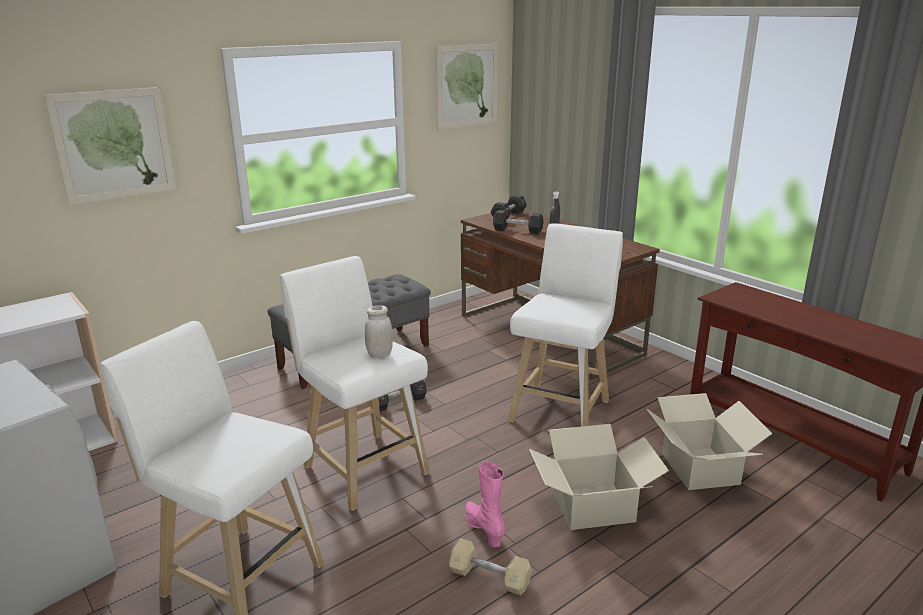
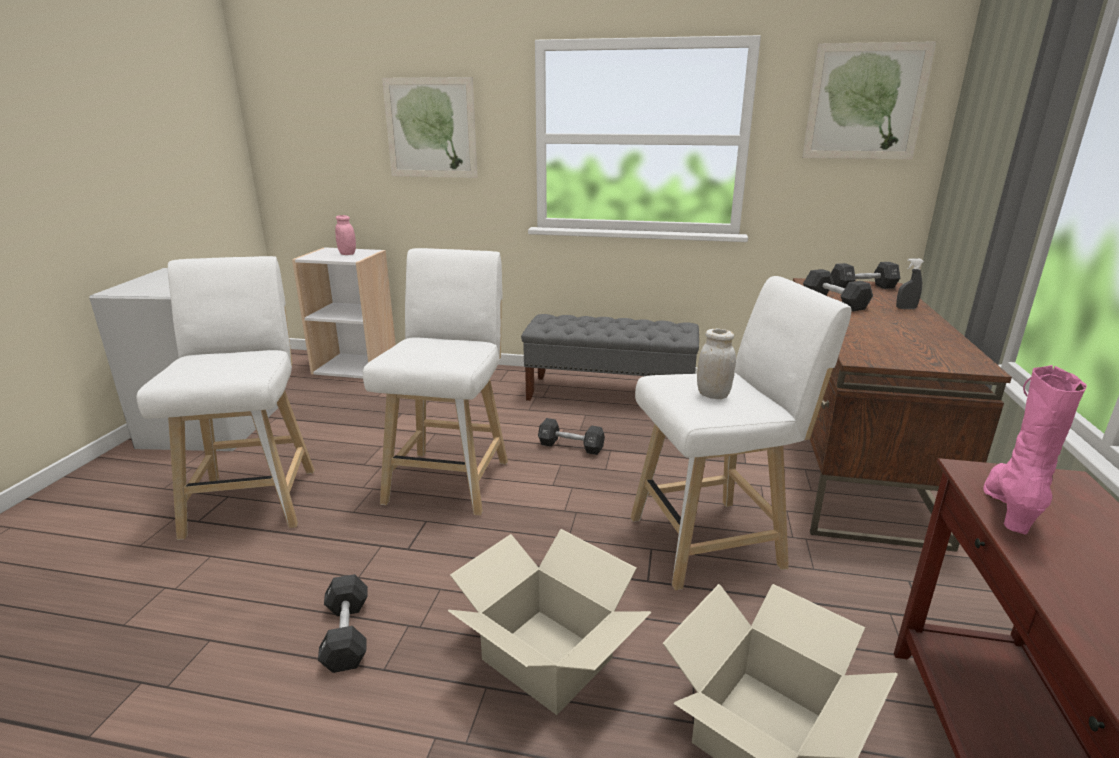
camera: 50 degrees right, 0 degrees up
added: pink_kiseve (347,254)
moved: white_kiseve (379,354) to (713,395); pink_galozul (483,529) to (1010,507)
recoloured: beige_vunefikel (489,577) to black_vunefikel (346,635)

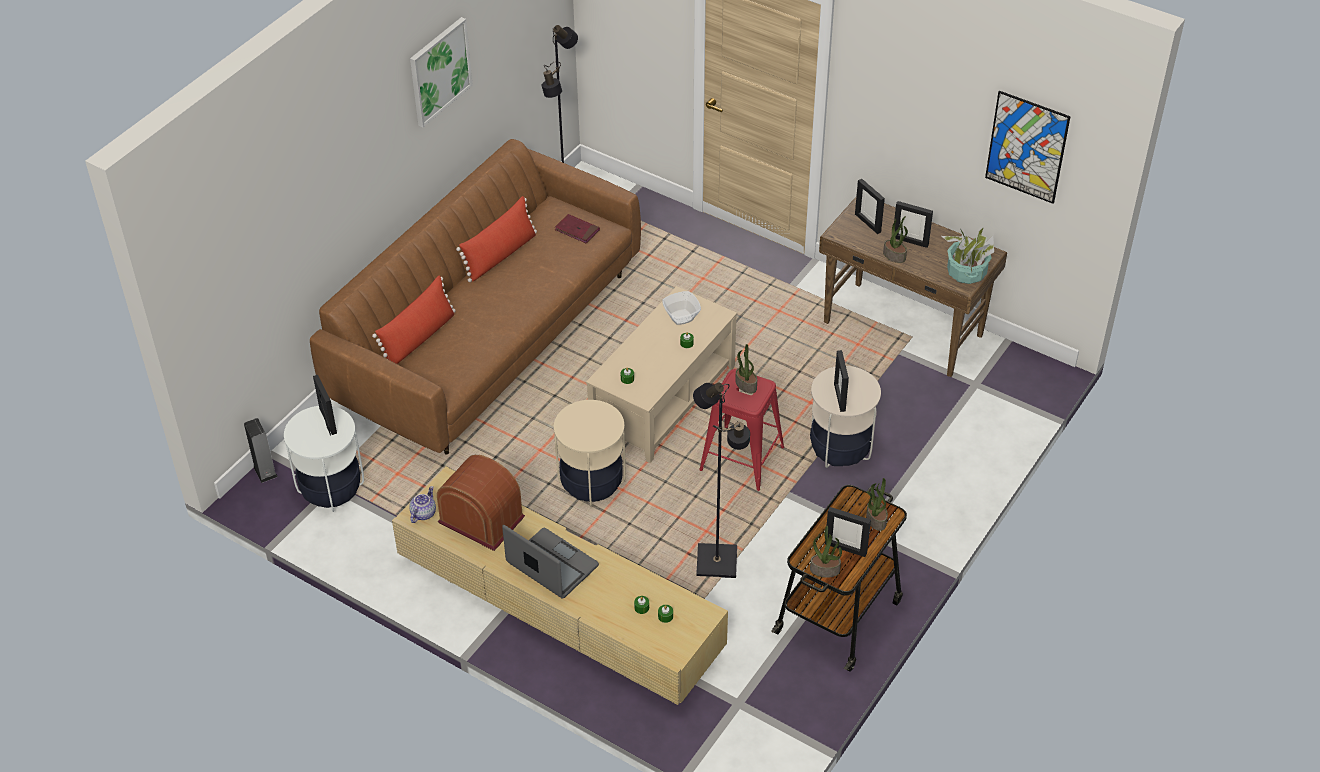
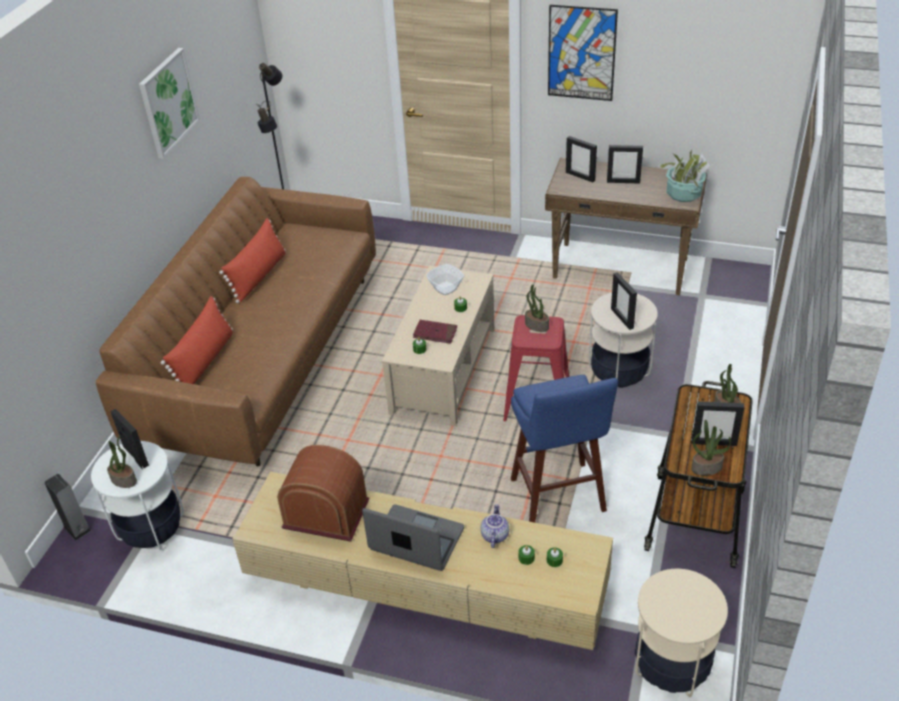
camera: 15 degrees left, 5 degrees down
moved: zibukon (1027,147) to (581,53); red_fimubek (577,230) to (435,333); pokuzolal (895,255) to (124,480); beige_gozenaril (591,484) to (672,666); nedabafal (423,513) to (494,535)
replaced: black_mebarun (717,562) to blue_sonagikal (558,498)

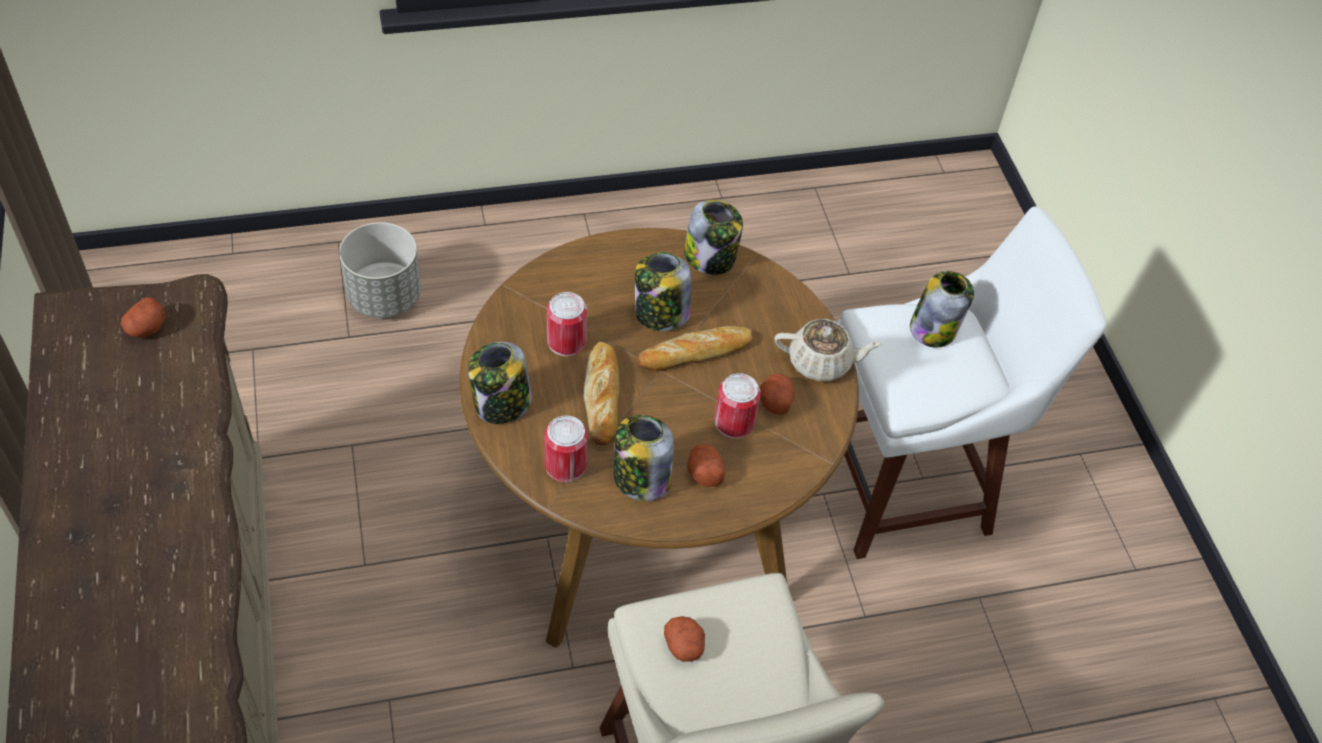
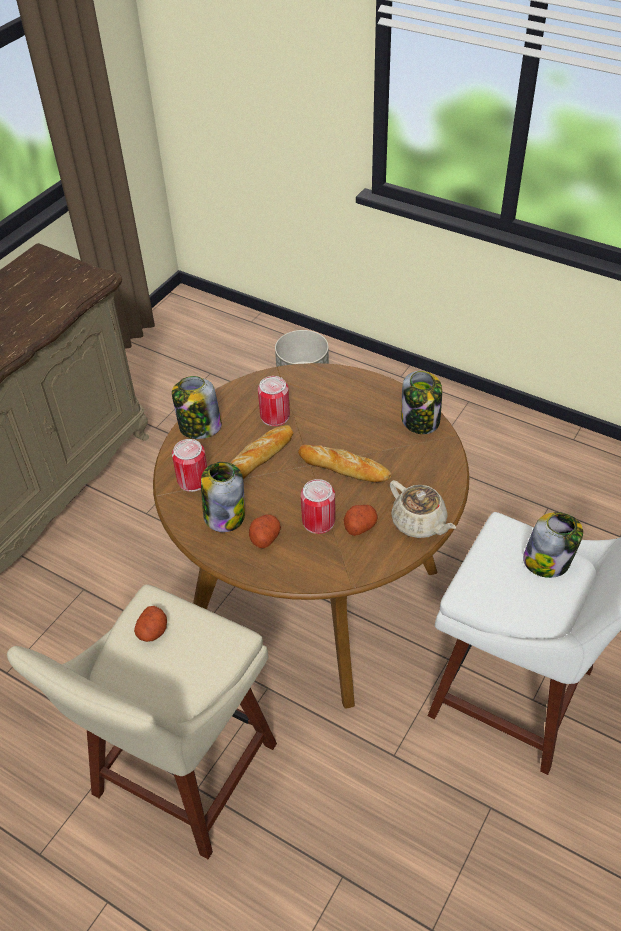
camera: 50 degrees right, 5 degrees down
removed: kiseve (660,314); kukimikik (146,328)

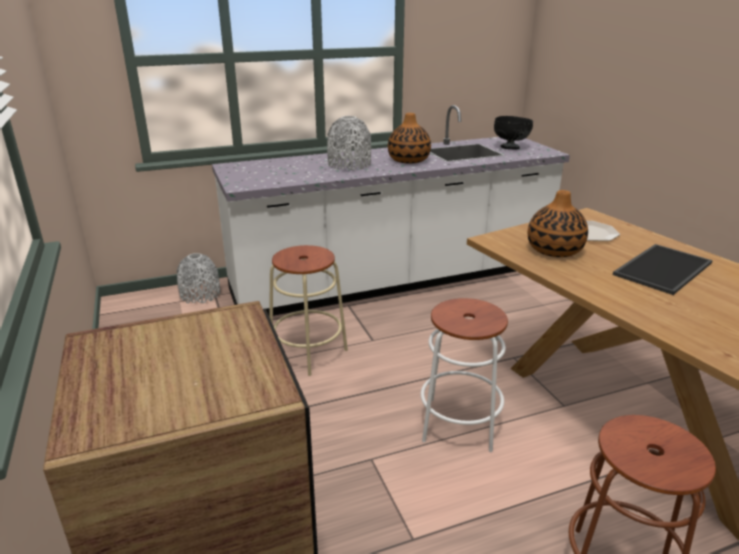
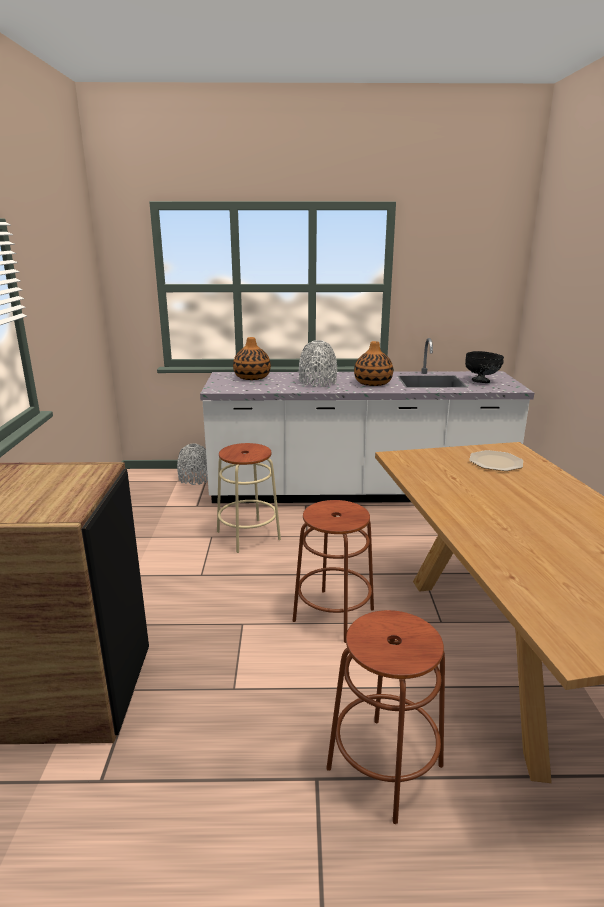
camera: 20 degrees right, 5 degrees down
removed: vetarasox (661,268)
moved: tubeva (554,250) to (252,377)
recoloured: white_sonagikal (459,424) to brown_sonagikal (333,615)

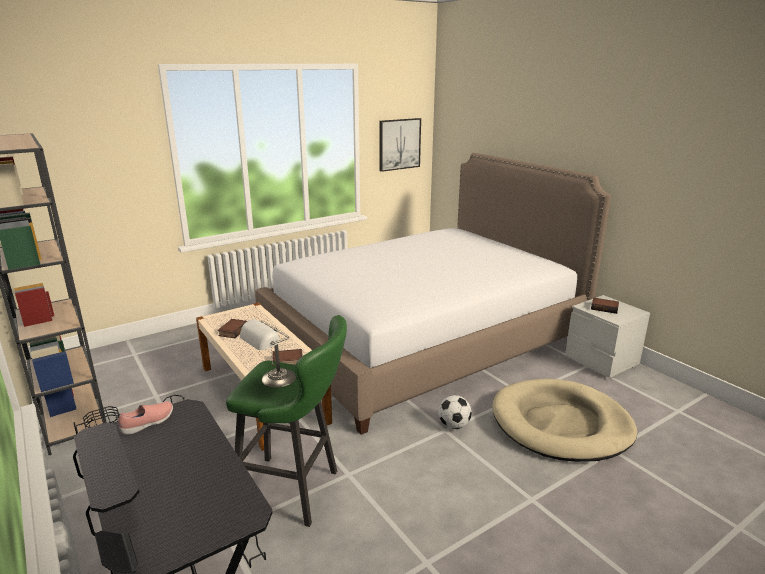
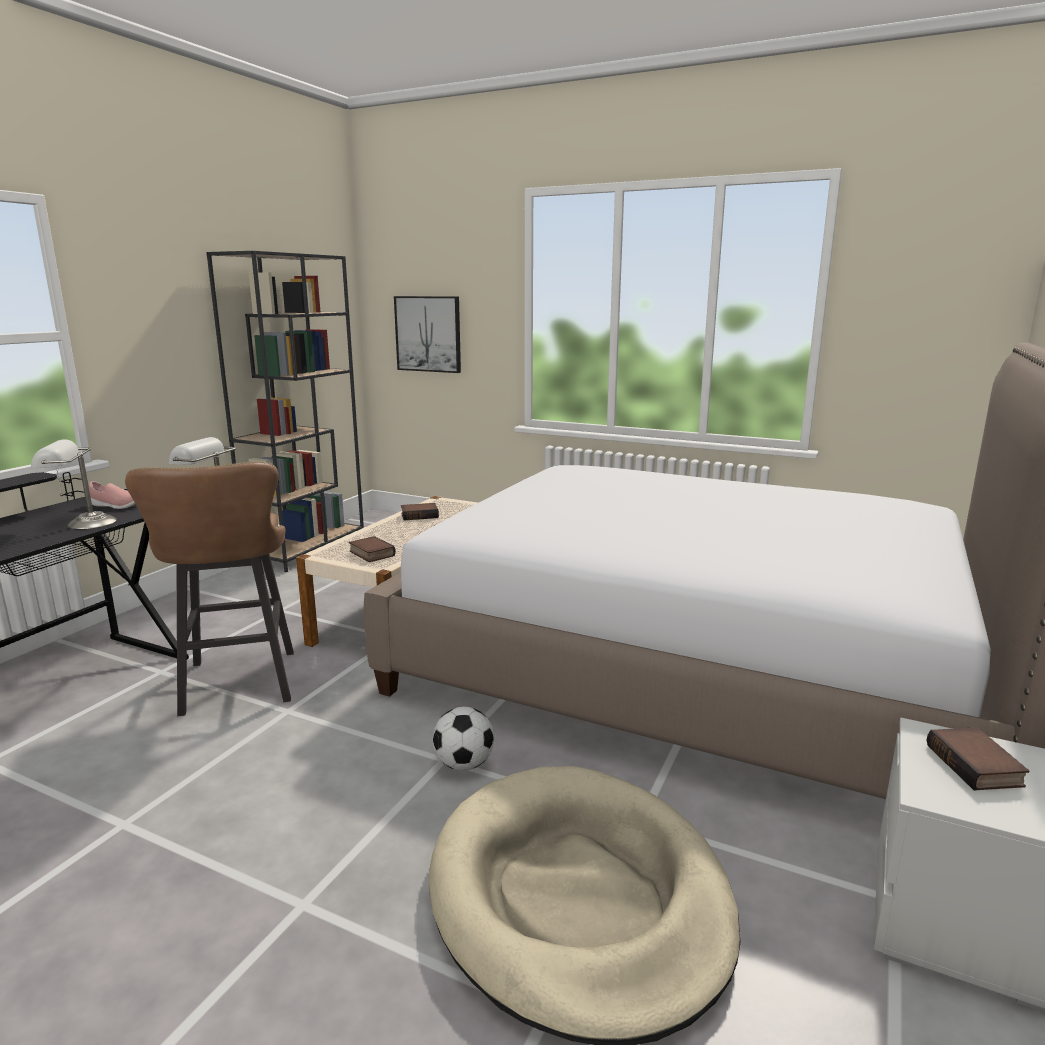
camera: 60 degrees right, 5 degrees down
added: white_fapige (81,523)
moved: zibukon (399,144) to (428,334)
recoloured: green_sonagikal (298,492) to brown_sonagikal (238,690)

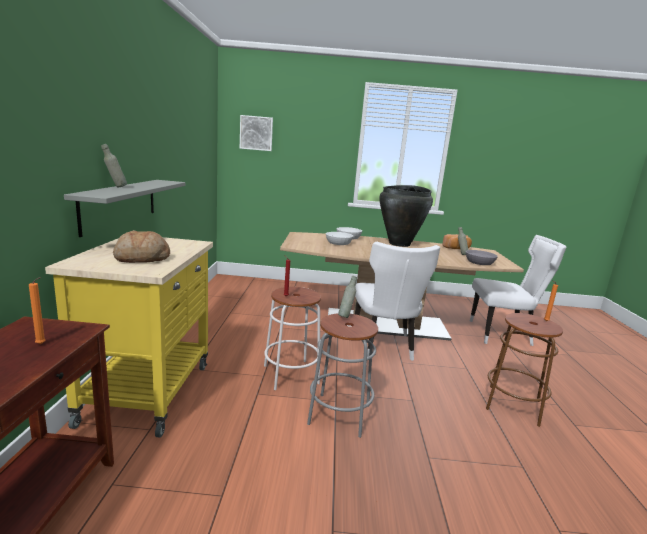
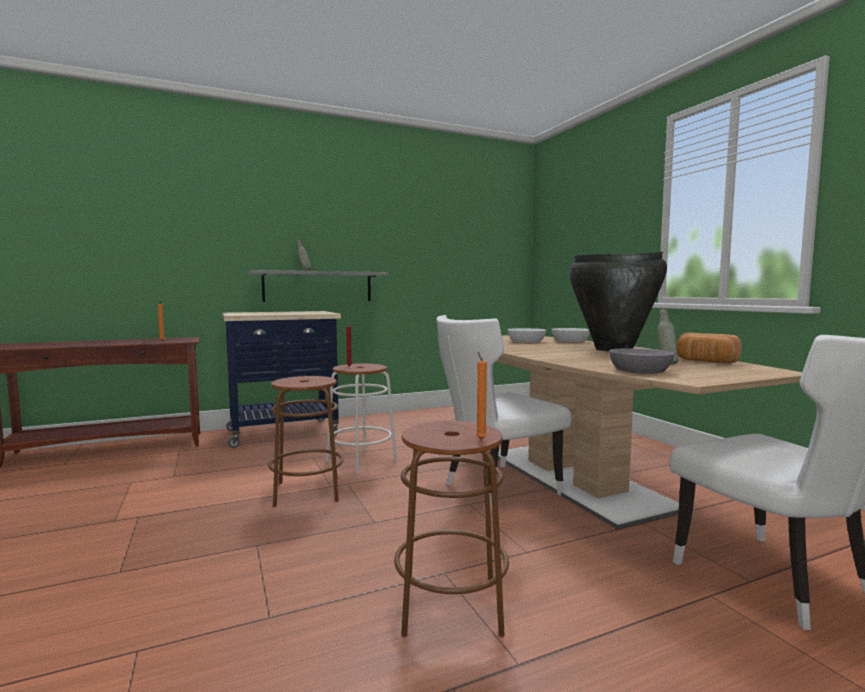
camera: 65 degrees right, 10 degrees down
removed: zibukon (256,133); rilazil (142,258); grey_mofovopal (346,316)
recoloured: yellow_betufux (147,393) to blue_betufux (283,432); grey_sonagikal (339,414) to brown_sonagikal (307,491)

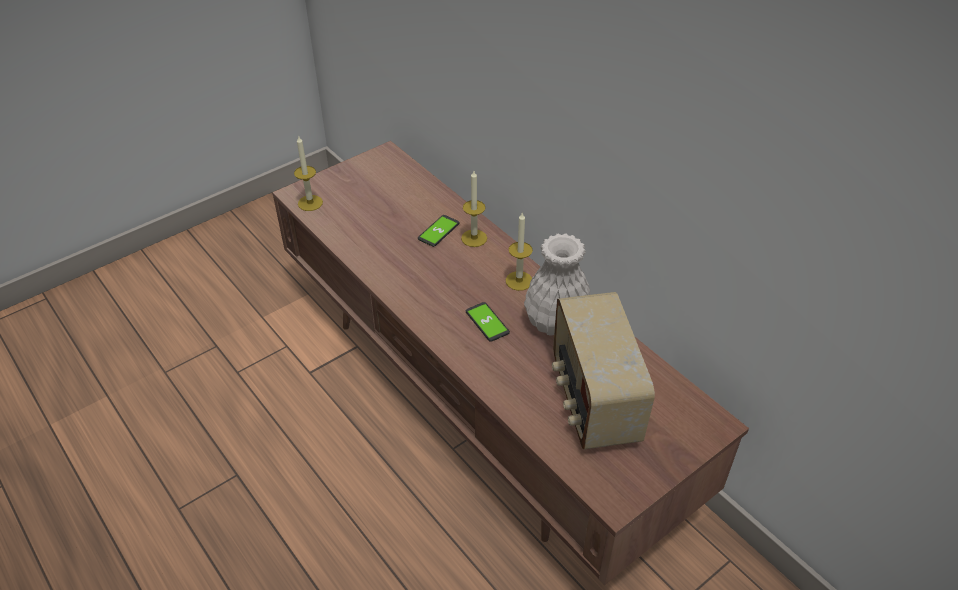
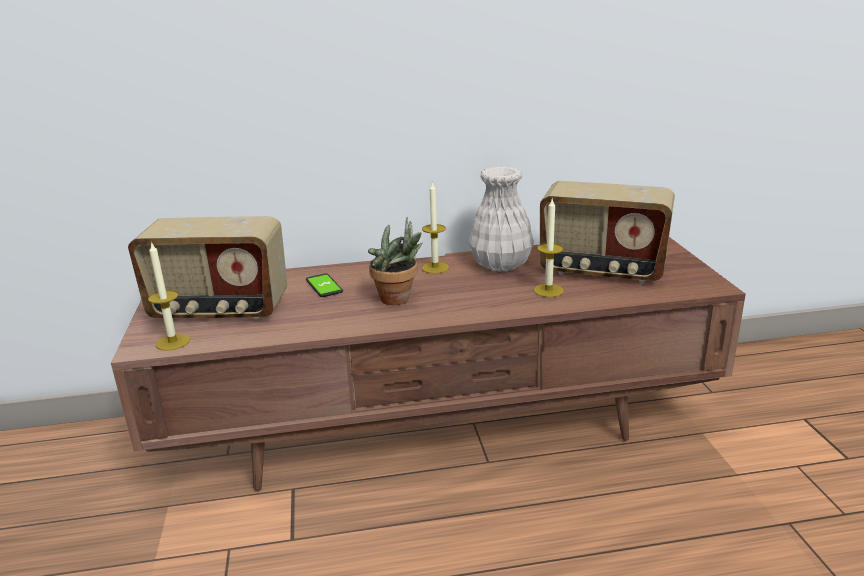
camera: 60 degrees left, 20 degrees down
removed: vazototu (487,322)
added: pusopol (219,311); pokuzolal (399,300)
moved: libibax (474,238) to (548,290)

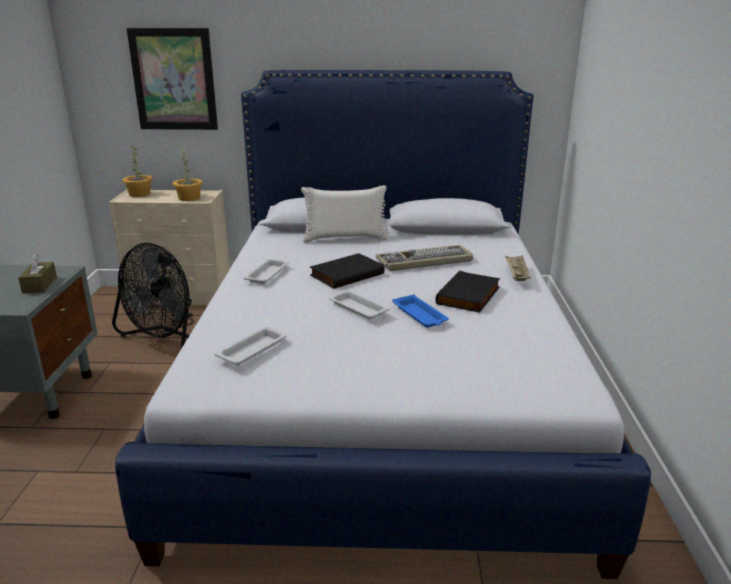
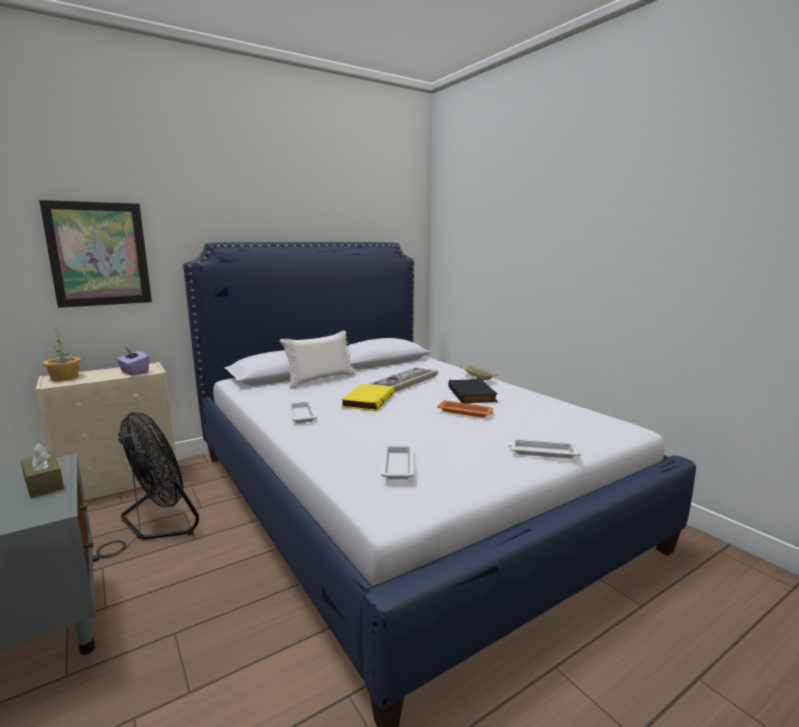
camera: 35 degrees left, 10 degrees down
moved: white_vetarasox (357,308) to (542,452)
replaced: pokuzolal (189,198) to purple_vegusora (134,372)
recoloured: black_fimubek (346,274) to yellow_fimubek (367,400); blue_vetarasox (420,315) to orange_vetarasox (466,412)
turned: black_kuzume (166,339) = (149,524) 135 degrees counterclockwise

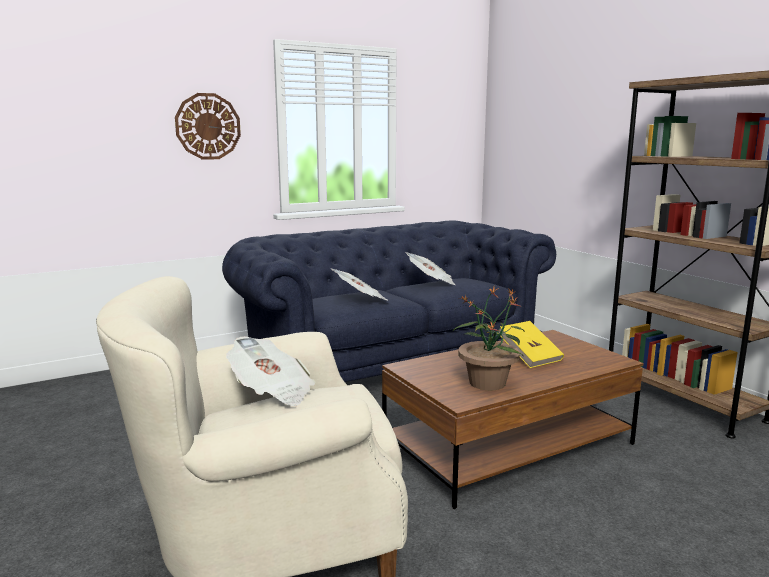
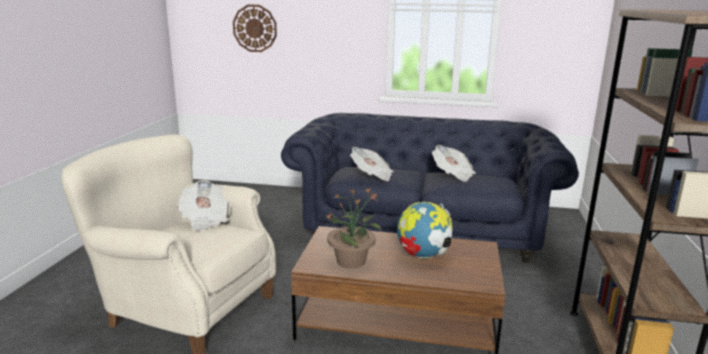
camera: 40 degrees right, 5 degrees up
moved: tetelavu (208,126) to (255,28)
replaced: yellow_fimubek (529,357) to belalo (423,255)

